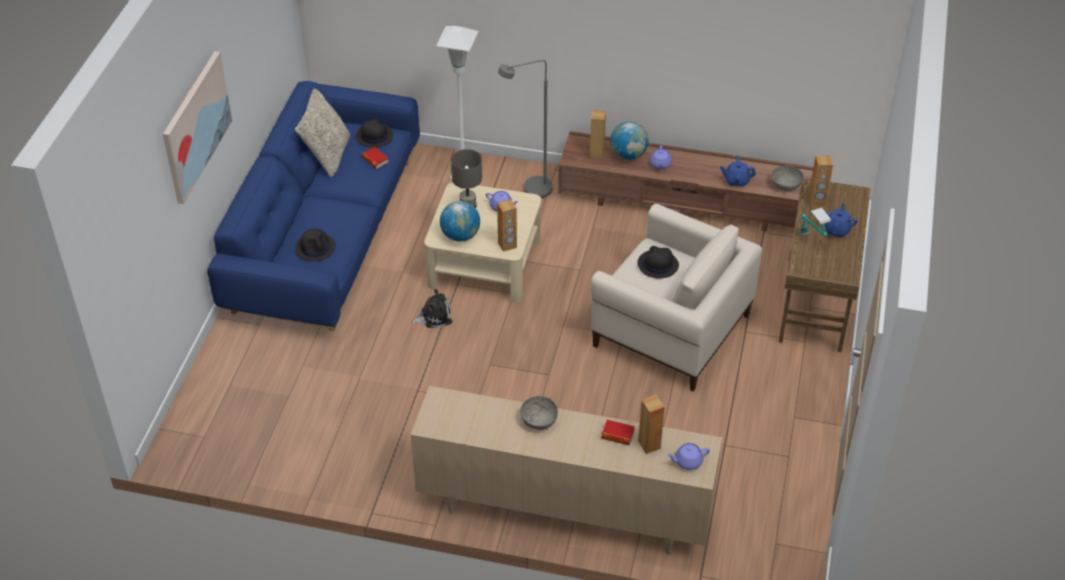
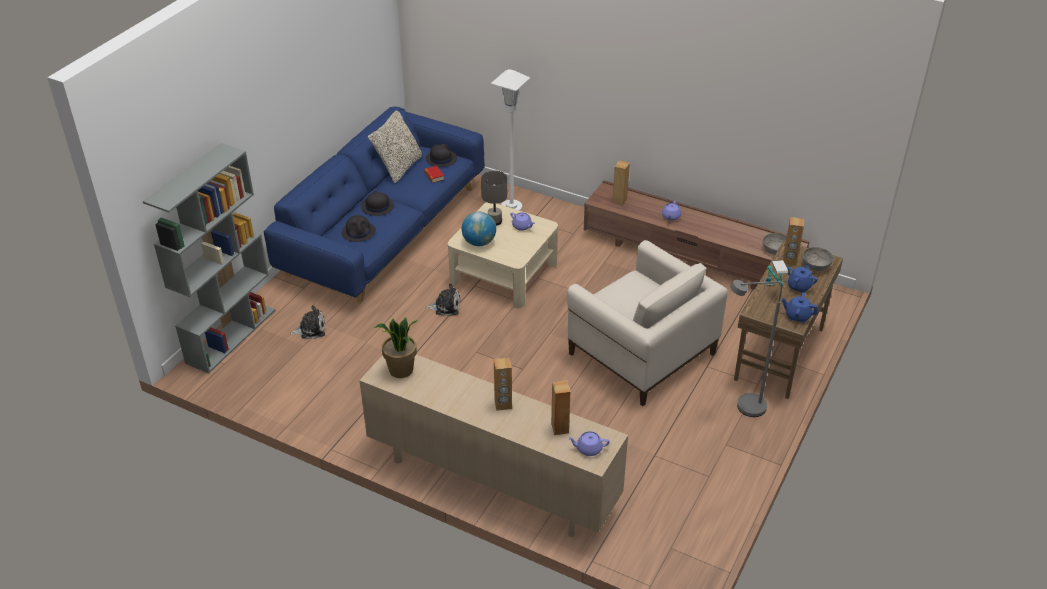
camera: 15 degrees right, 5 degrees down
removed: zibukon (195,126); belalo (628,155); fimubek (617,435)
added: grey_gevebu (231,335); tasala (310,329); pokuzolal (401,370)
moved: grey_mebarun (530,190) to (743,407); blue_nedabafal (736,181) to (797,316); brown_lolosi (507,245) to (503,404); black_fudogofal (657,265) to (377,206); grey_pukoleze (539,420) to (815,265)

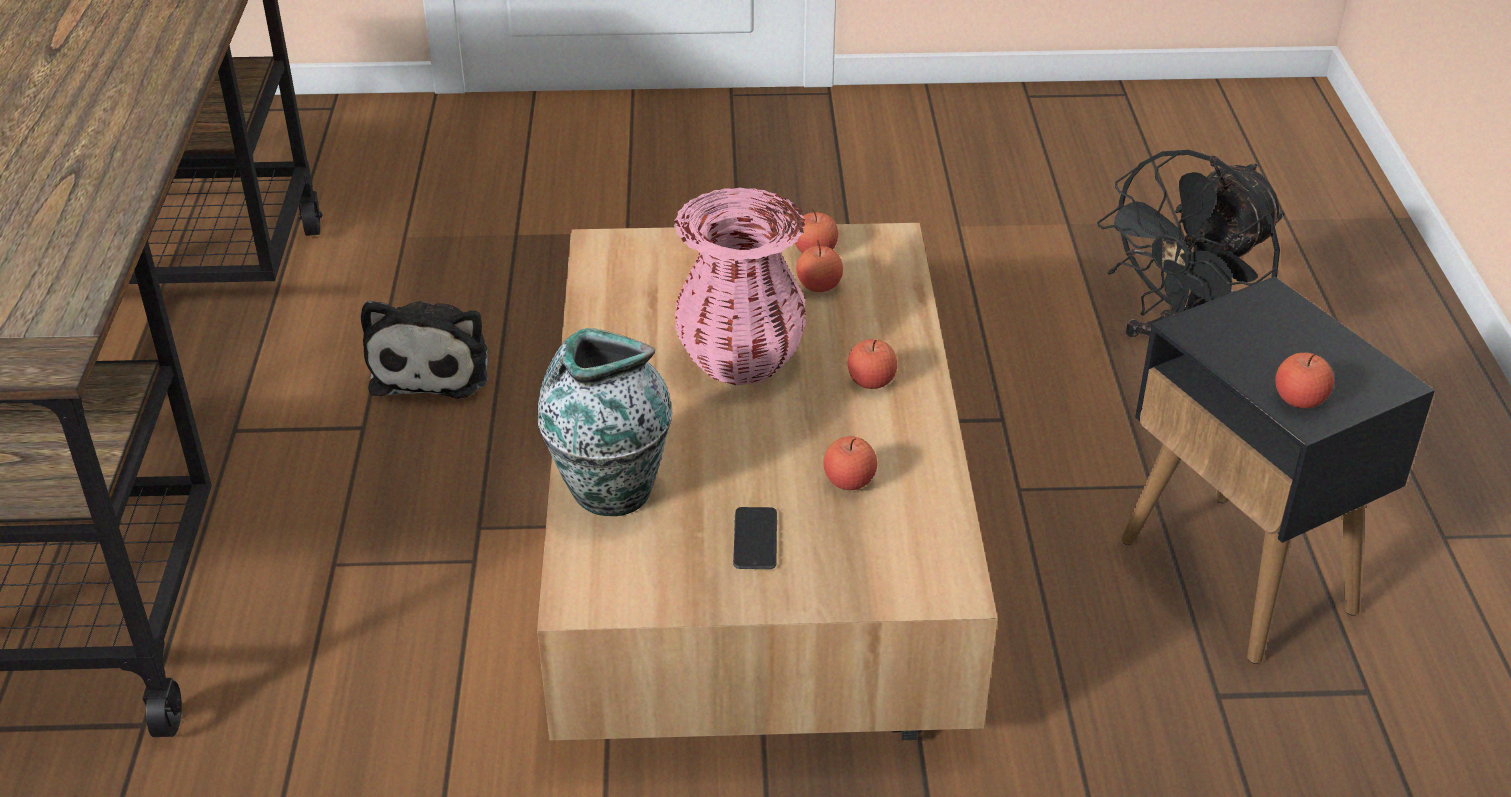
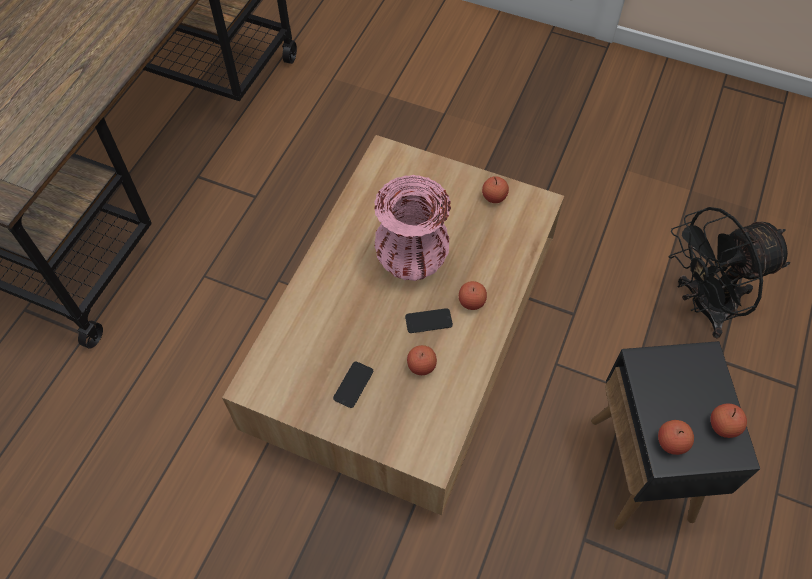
camera: 25 degrees right, 20 degrees up
removed: tasala (433,366); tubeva (609,491)
added: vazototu (428,321)
moved: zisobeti (819,286) to (723,426)

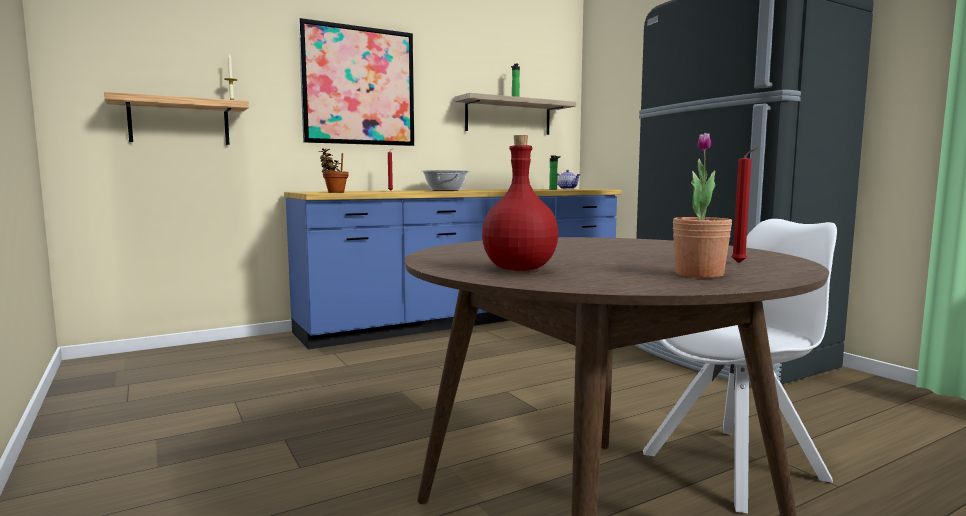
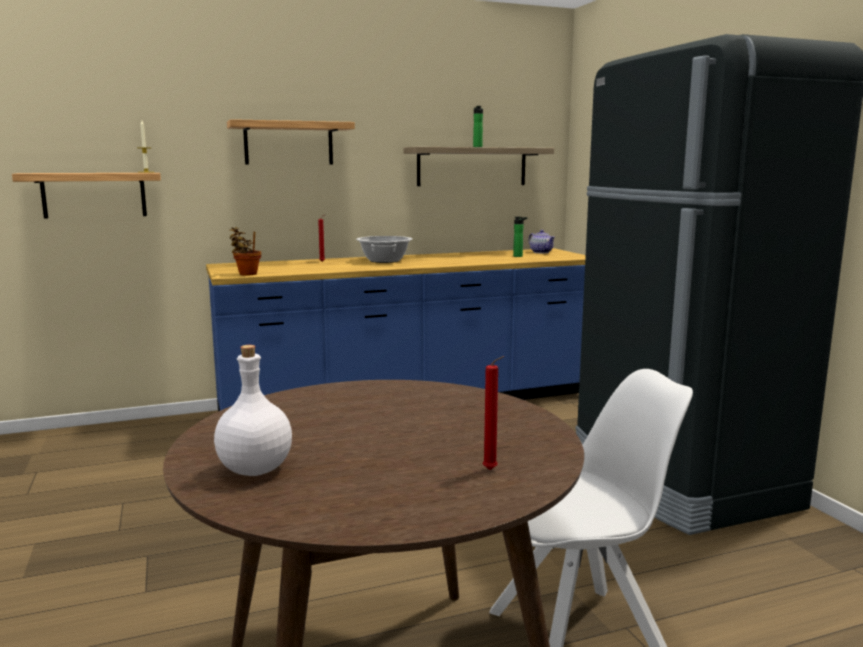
camera: 10 degrees right, 5 degrees up
removed: pokuzolal (699,274)
replaced: zibukon (358,86) to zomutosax (288,143)
recoloured: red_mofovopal (518,269) to white_mofovopal (254,470)

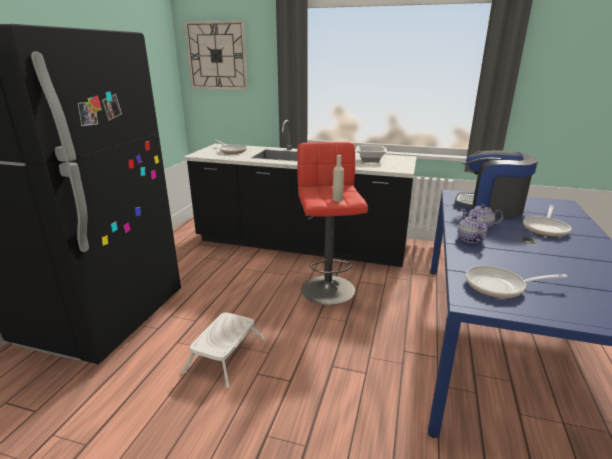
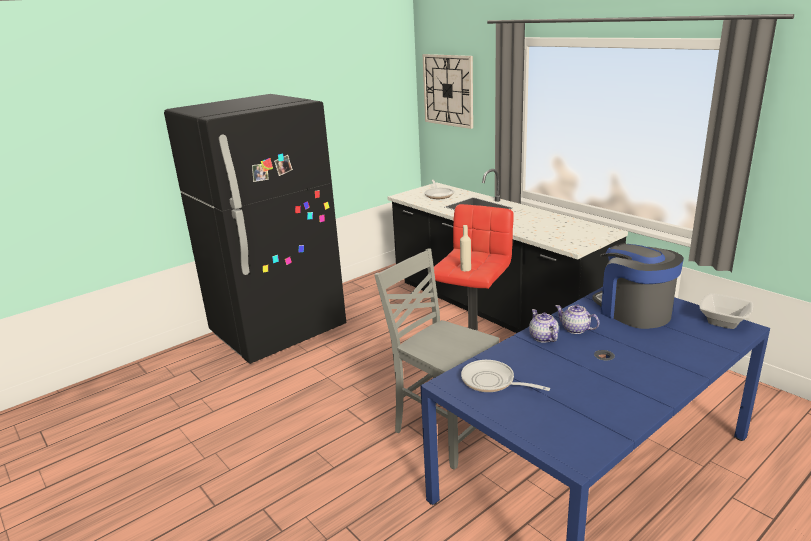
camera: 35 degrees right, 0 degrees up
removed: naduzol (546,228); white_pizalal (226,355)
added: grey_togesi (443,431)
moved: pukoleze (370,160) to (723,321)
turned: nedabafal (470,239) = (543,338) 45 degrees counterclockwise

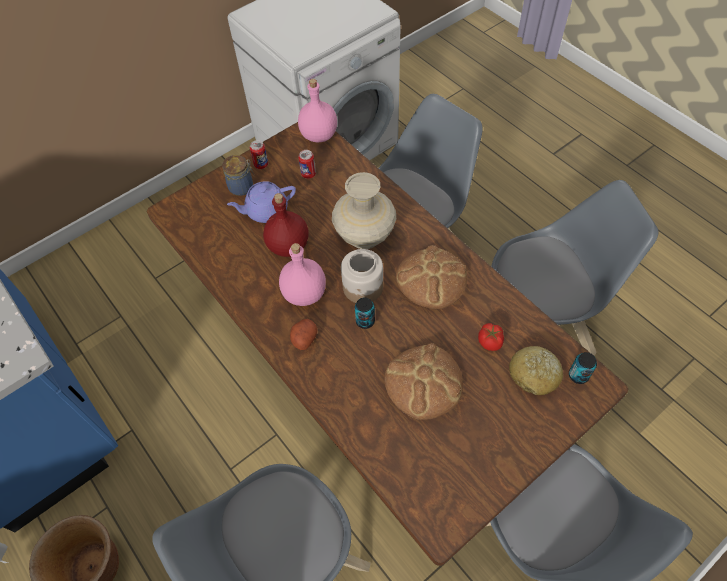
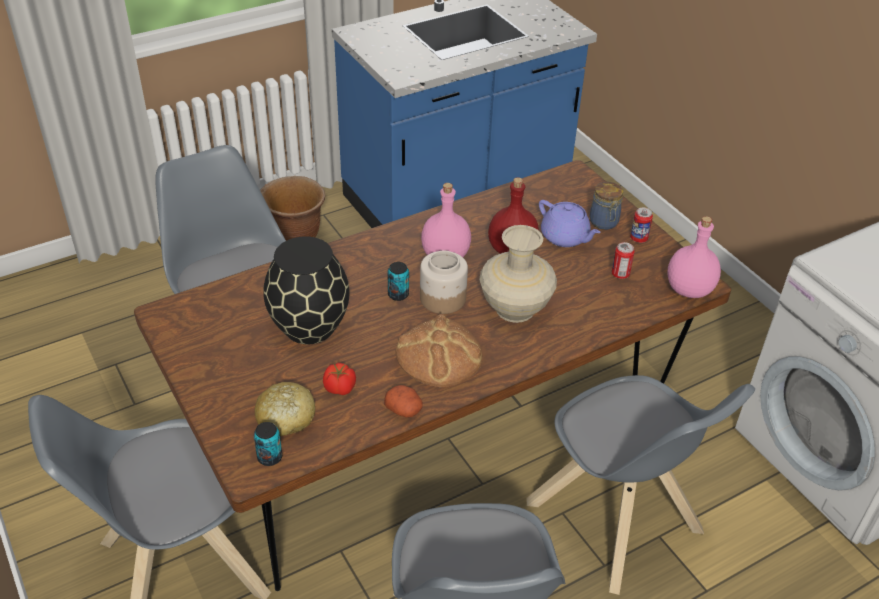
camera: 95 degrees right, 15 degrees down
moved: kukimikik (304,338) to (404,409)
replaced: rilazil (424,382) to black_tubeva (310,327)
turned: purple_nedabafal (266,211) = (565,237) 150 degrees clockwise

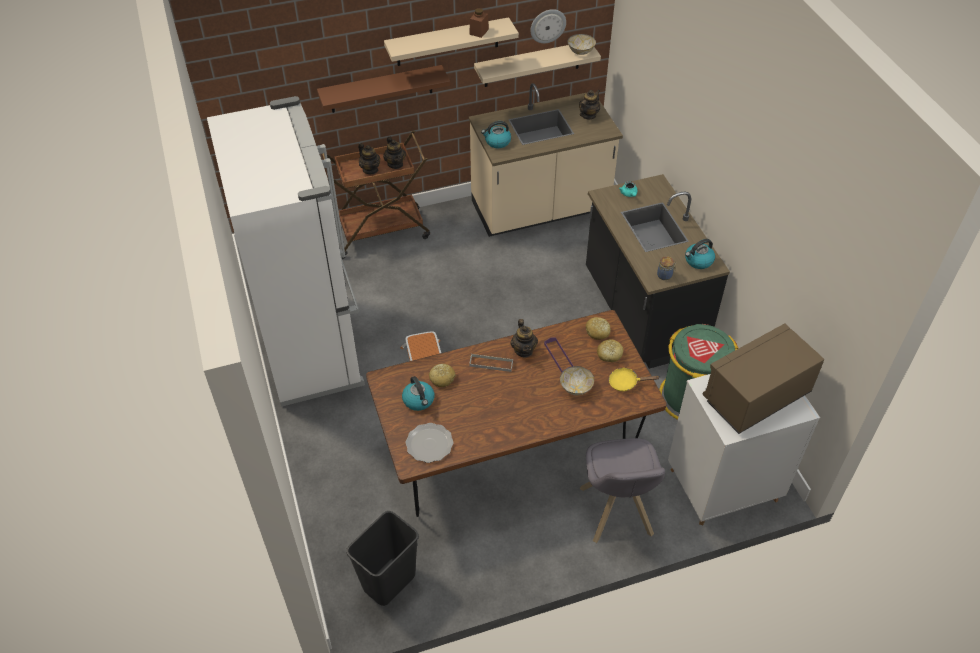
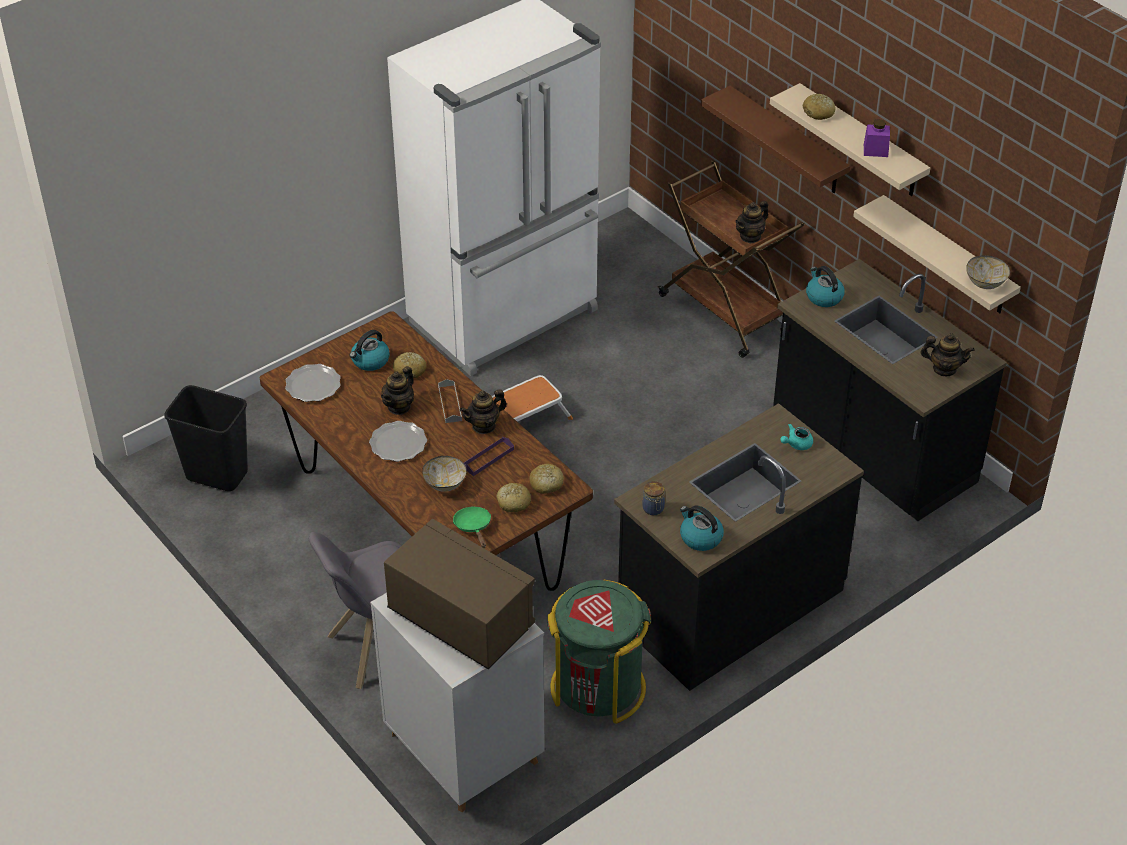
camera: 70 degrees right, 5 degrees down
removed: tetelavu (547,25)
added: rilazil (818,112); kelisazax (398,443)
moved: nedabafal (370,169) to (399,406)
recoloured: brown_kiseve (479,31) to purple_kiseve (875,150); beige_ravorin (540,209) to black_ravorin (871,452); yellow_naduzol (626,382) to green_naduzol (473,527)

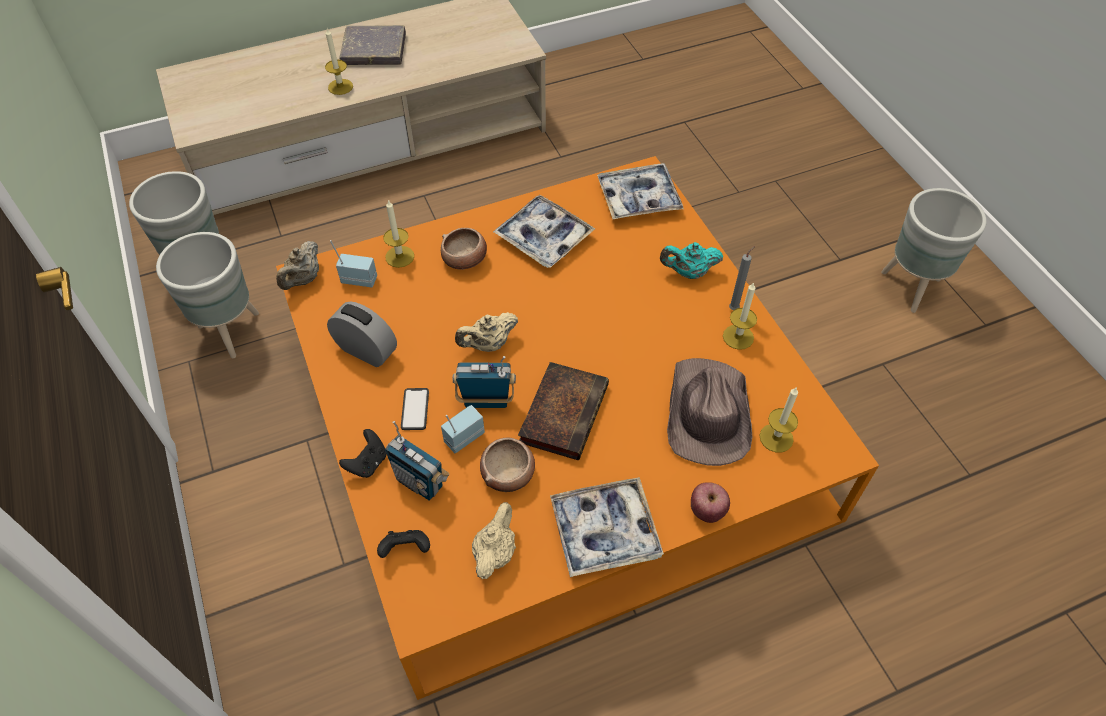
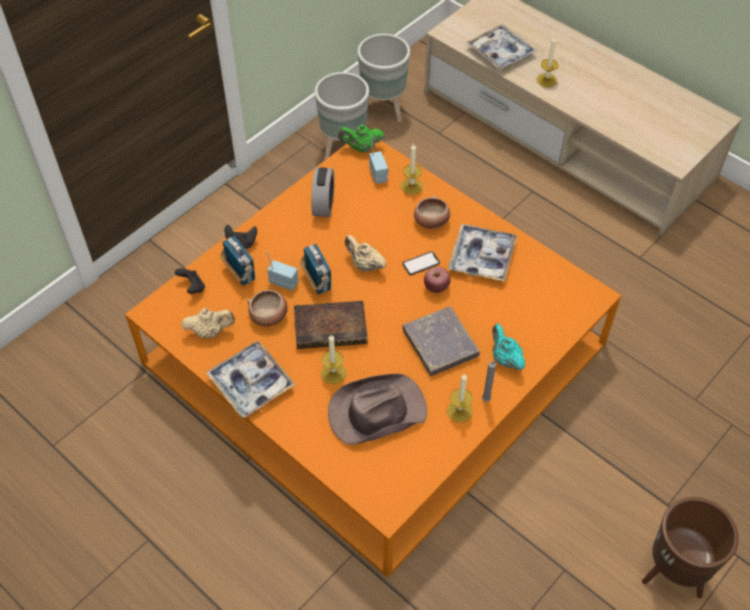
camera: 65 degrees right, 0 degrees up
moved: grey_fimubek (374,50) to (440,344); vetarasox (639,198) to (500,52); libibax (776,438) to (333,373); vazototu (415,409) to (421,263); zisobeti (707,511) to (436,287)
recoloured: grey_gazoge (912,288) to brown_gazoge (673,575); beige_nedabafal (303,279) to green_nedabafal (361,148)
turned: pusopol (420,482) = (241,274) 135 degrees clockwise

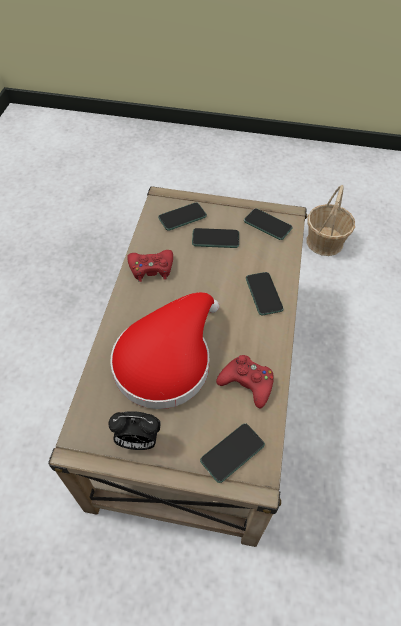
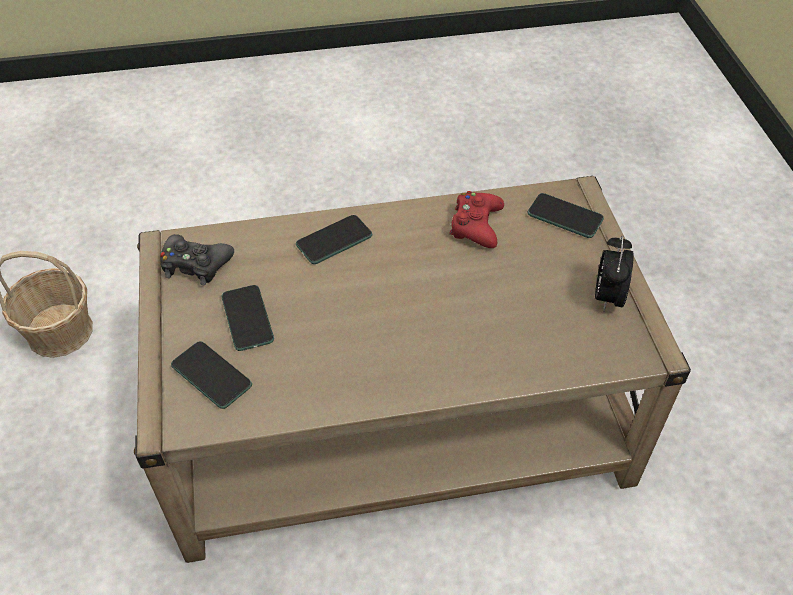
camera: 110 degrees left, 5 degrees down
removed: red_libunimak (151,268); red_fudogofal (167,359)
replaced: vazototu (267,225) to black_libunimak (195,265)
turned: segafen (137,441) = (607,296) 150 degrees counterclockwise

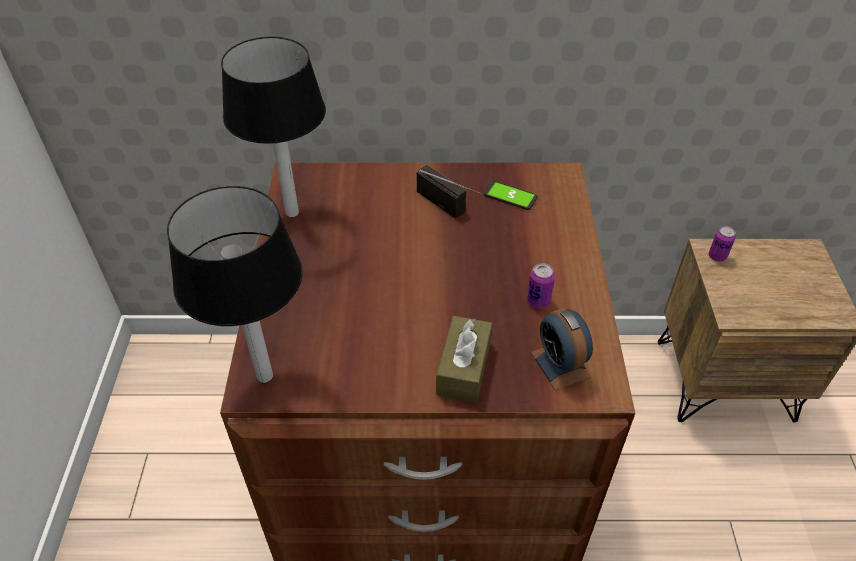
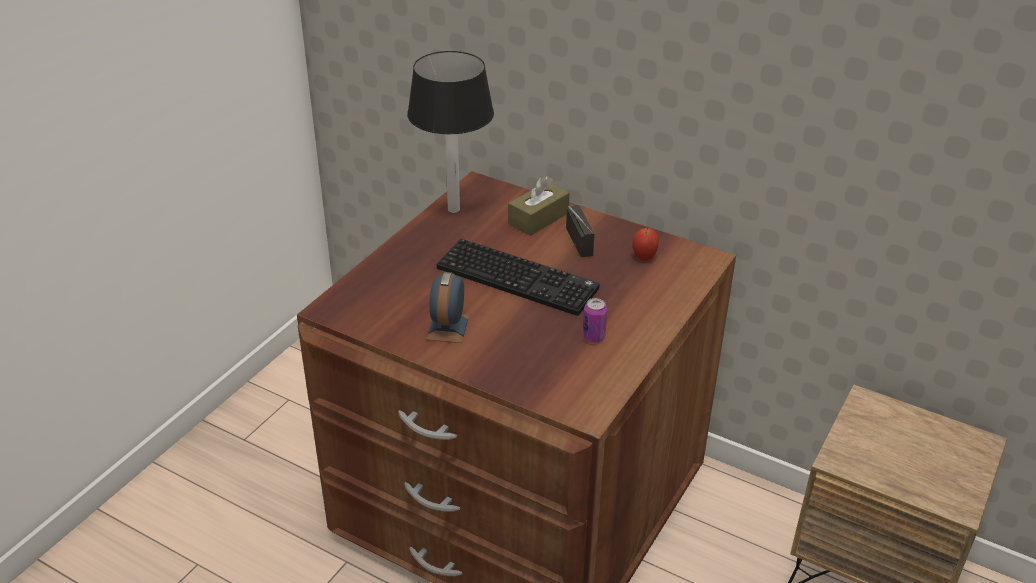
camera: 30 degrees right, 10 degrees down
removed: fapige (266,376); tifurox (717,256)
added: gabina (519,278)
moved: segafen (560,364) to (448,327); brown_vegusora (464,368) to (538,218)
replaced: vazototu (510,196) to zisobeti (644,258)

